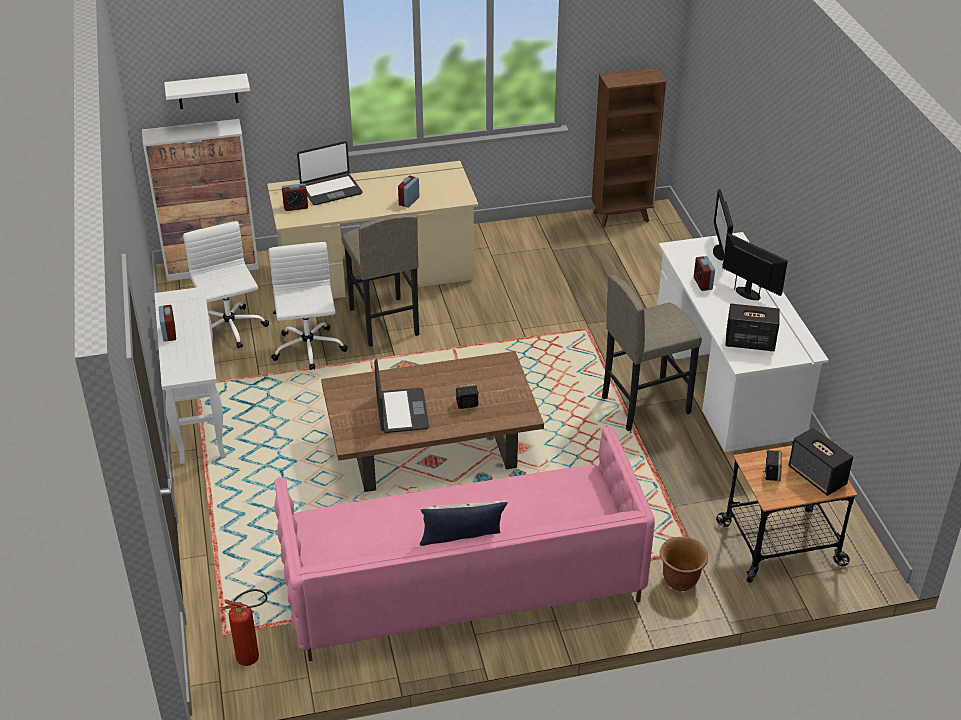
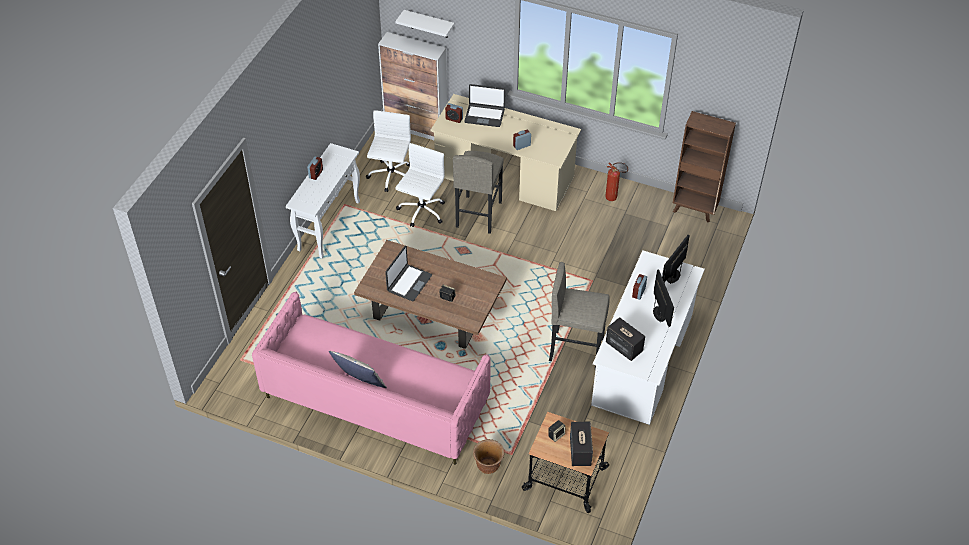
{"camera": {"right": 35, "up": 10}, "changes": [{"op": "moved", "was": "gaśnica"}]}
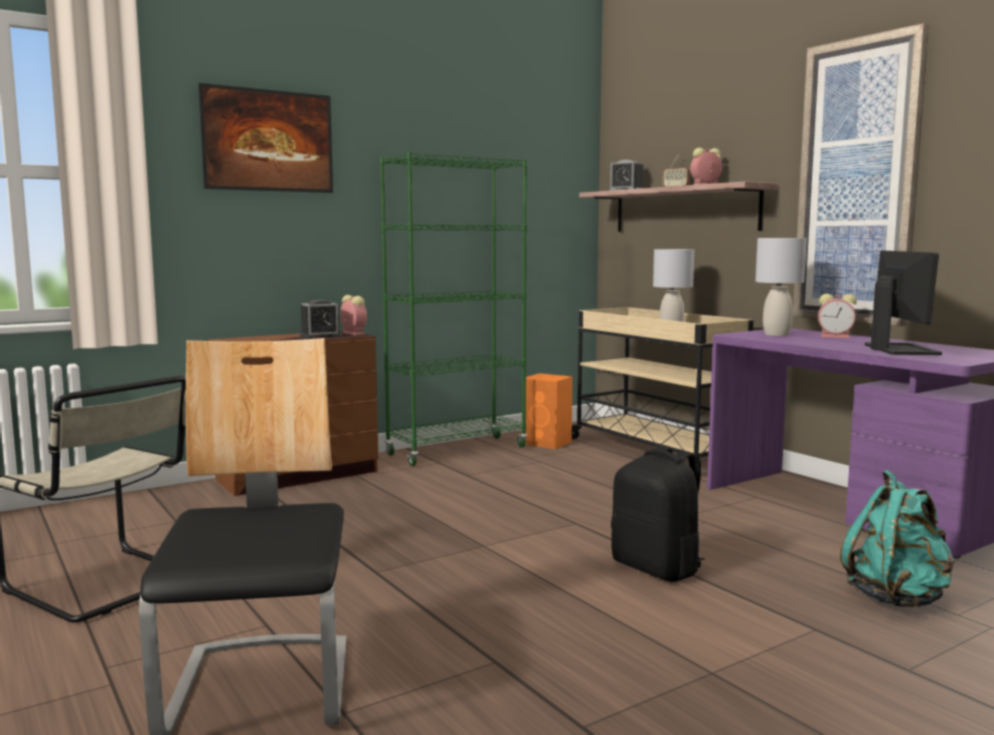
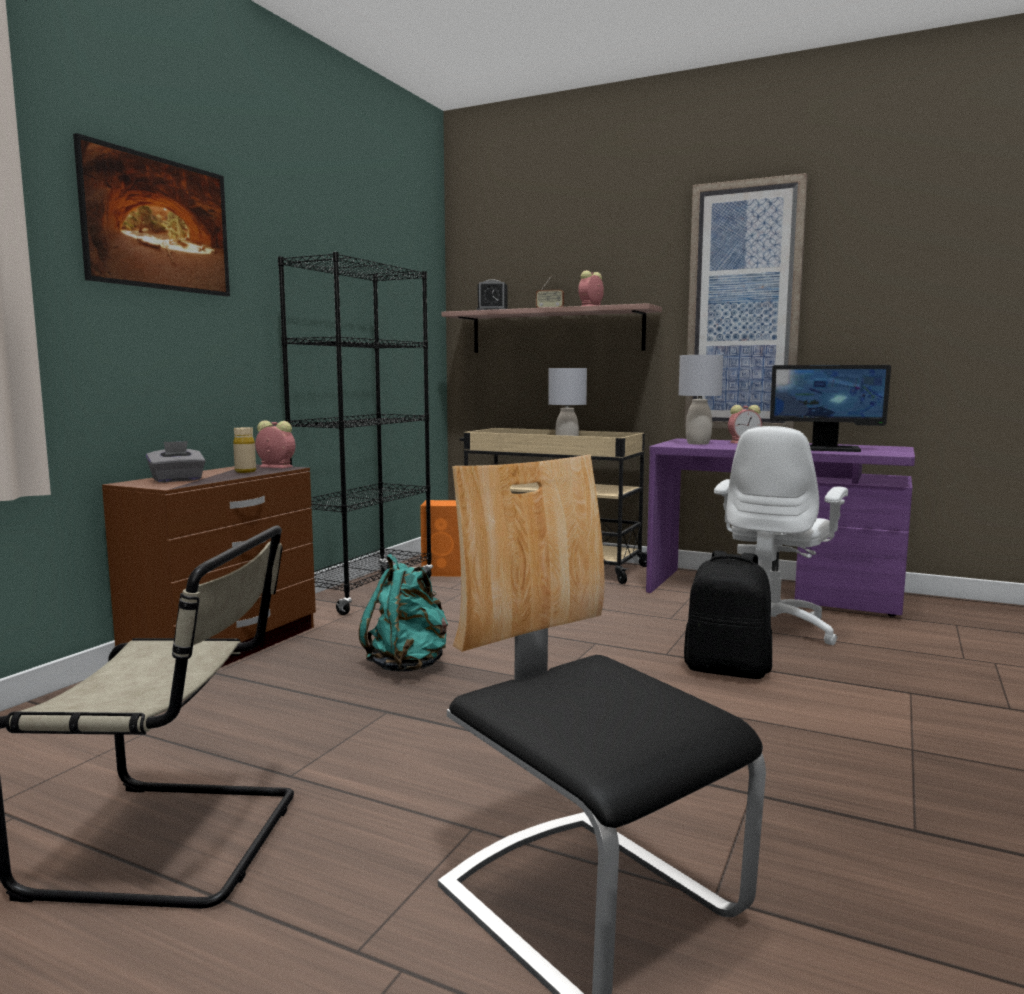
{"camera": {"right": -30, "up": 0}, "changes": [{"op": "added", "now": "pudełko chusteczek/szary"}, {"op": "replaced", "was": "budzik (1st from left)", "now": "butelka/beżowy"}, {"op": "recoloured", "was": "regał/zielony", "now": "regał/czarny"}, {"op": "moved", "was": "plecak/turkusowy"}, {"op": "added", "now": "krzesło biurowe/biały"}, {"op": "turned", "was": "monitor", "clockwise": 135}]}
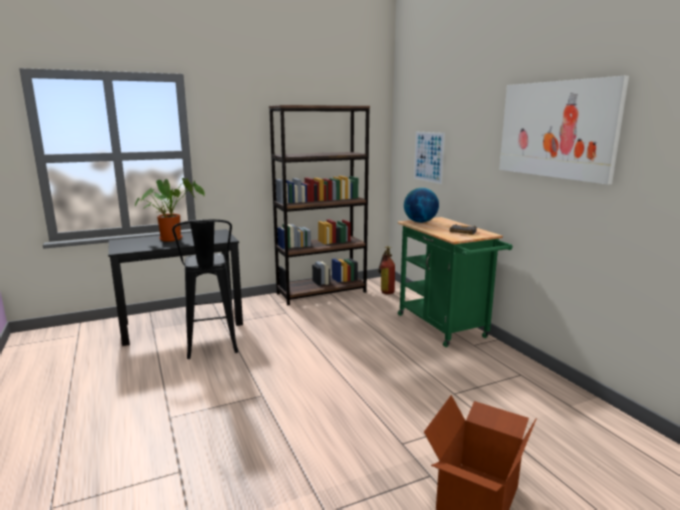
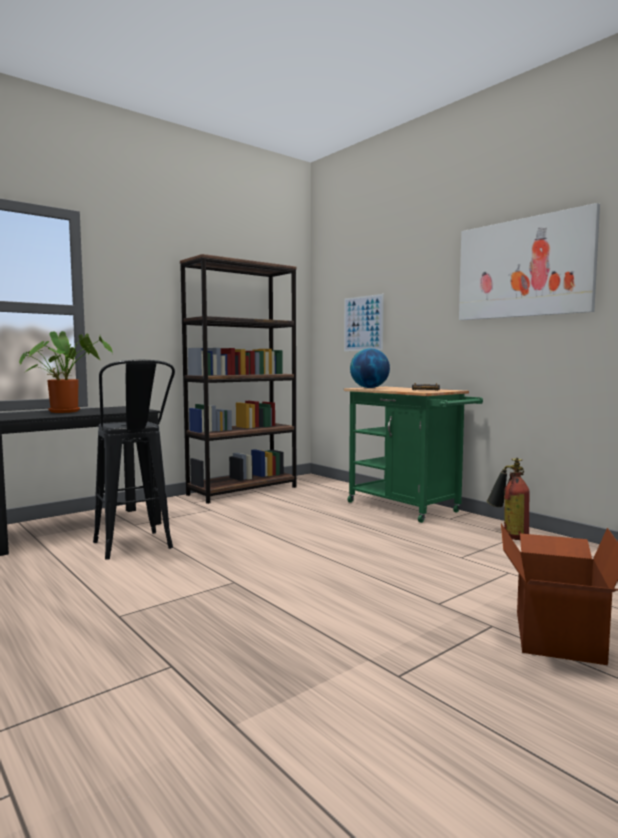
{"camera": {"right": -15, "up": -10}, "changes": [{"op": "moved", "was": "gaśnica"}]}
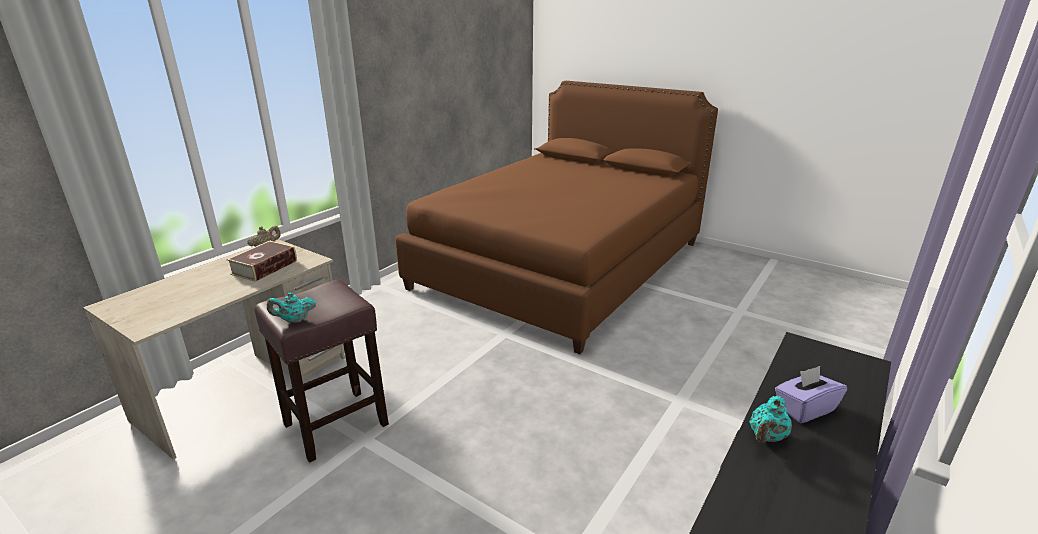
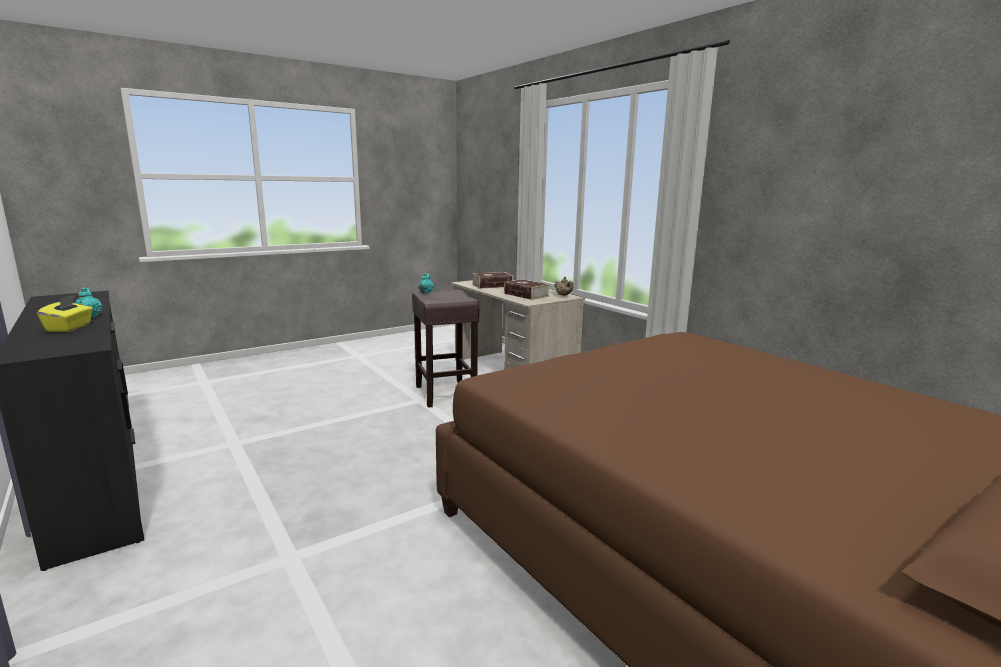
{"camera": {"right": 110, "up": -10}, "changes": [{"op": "recoloured", "was": "pudełko chusteczek/fioletowy", "now": "pudełko chusteczek/żółty"}, {"op": "added", "now": "książka (1st from left)"}]}
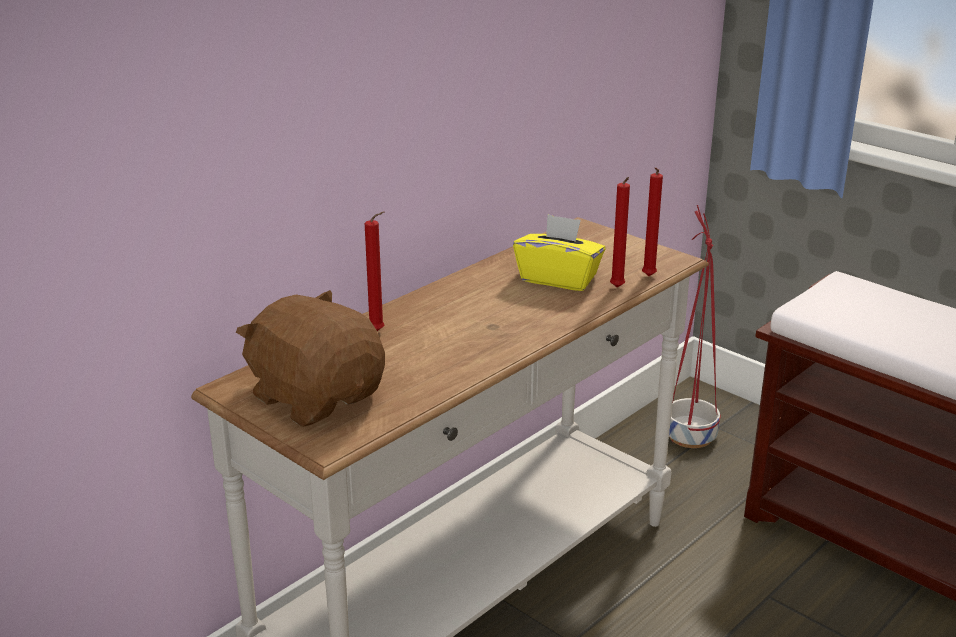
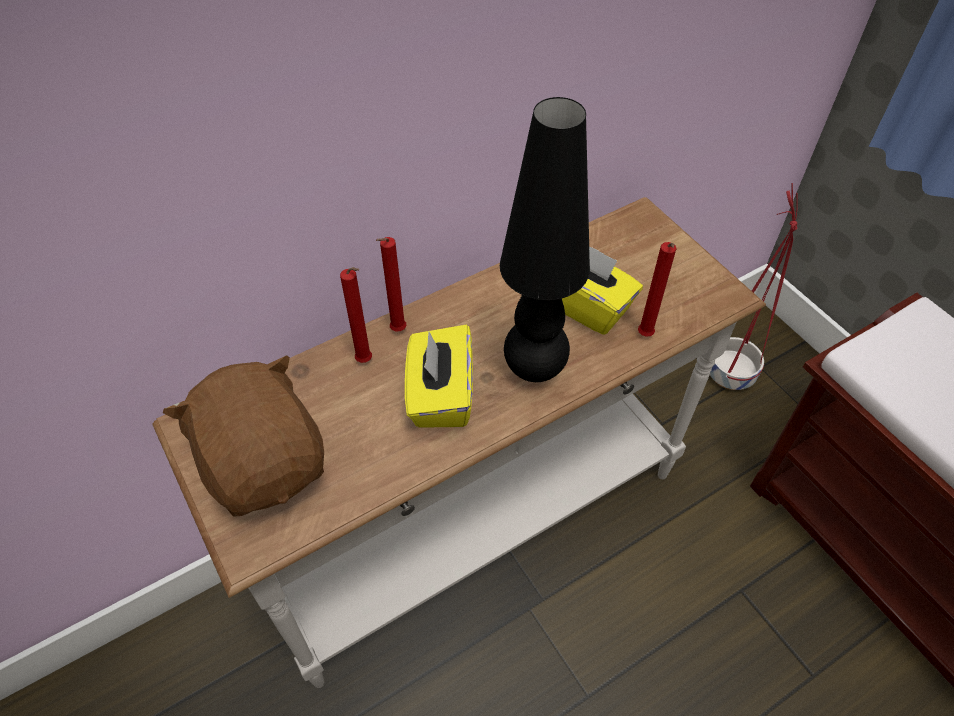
{"camera": {"right": 15, "up": 25}, "changes": [{"op": "moved", "was": "świeca/czerwony (3rd from left in the first image)", "now": "świeca/czerwony (2nd from left)"}, {"op": "added", "now": "pudełko chusteczek/żółty (1st from left)"}, {"op": "added", "now": "lampa stołowa/czarny"}]}
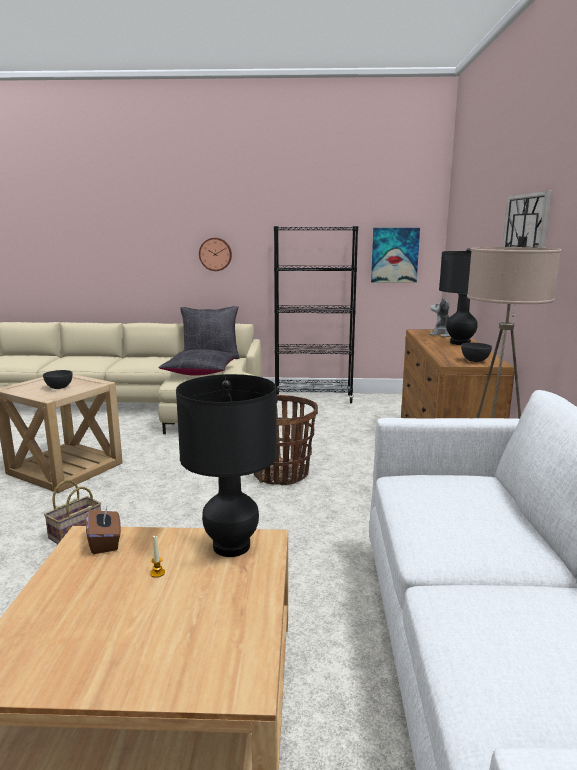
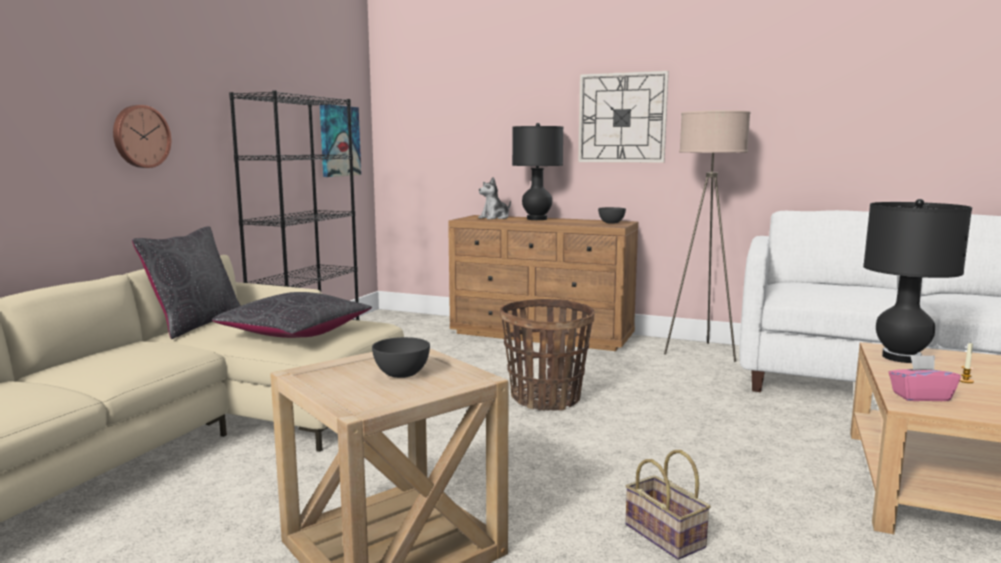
{"camera": {"right": -70, "up": -5}, "changes": [{"op": "recoloured", "was": "pudełko chusteczek/brązowy", "now": "pudełko chusteczek/różowy"}]}
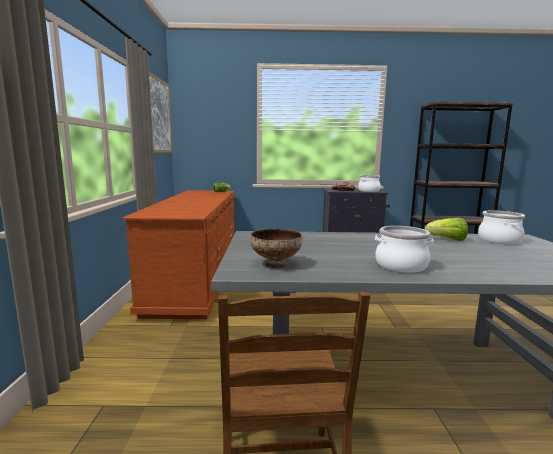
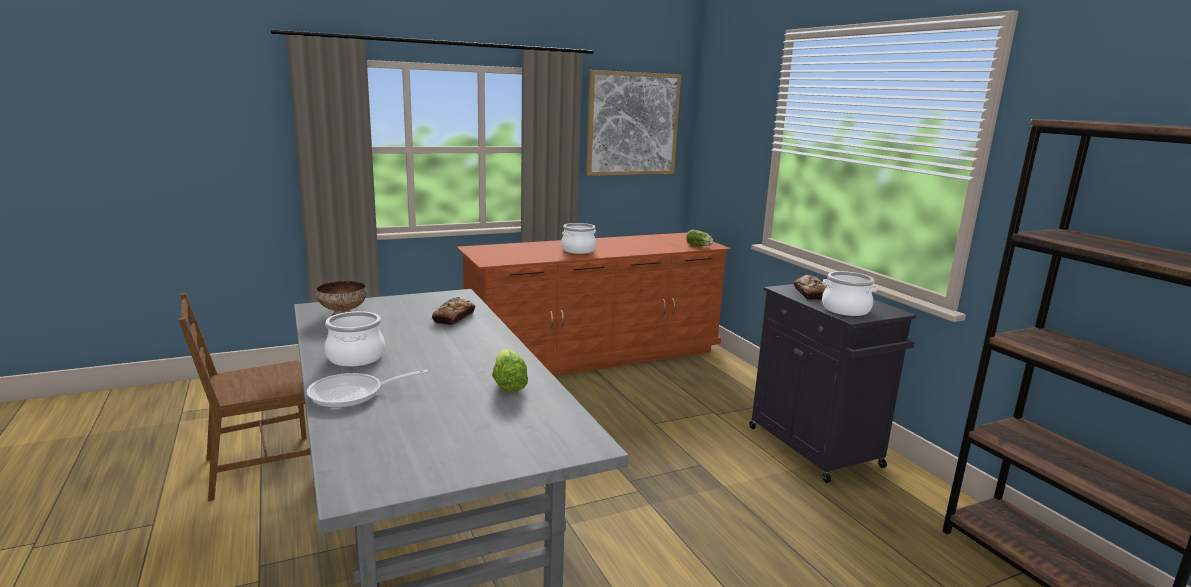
{"camera": {"right": 65, "up": 5}, "changes": [{"op": "added", "now": "patelnia"}, {"op": "added", "now": "chleb (1st from left)"}, {"op": "moved", "was": "garnek (3rd from left in the first image)", "now": "garnek (2nd from left)"}]}
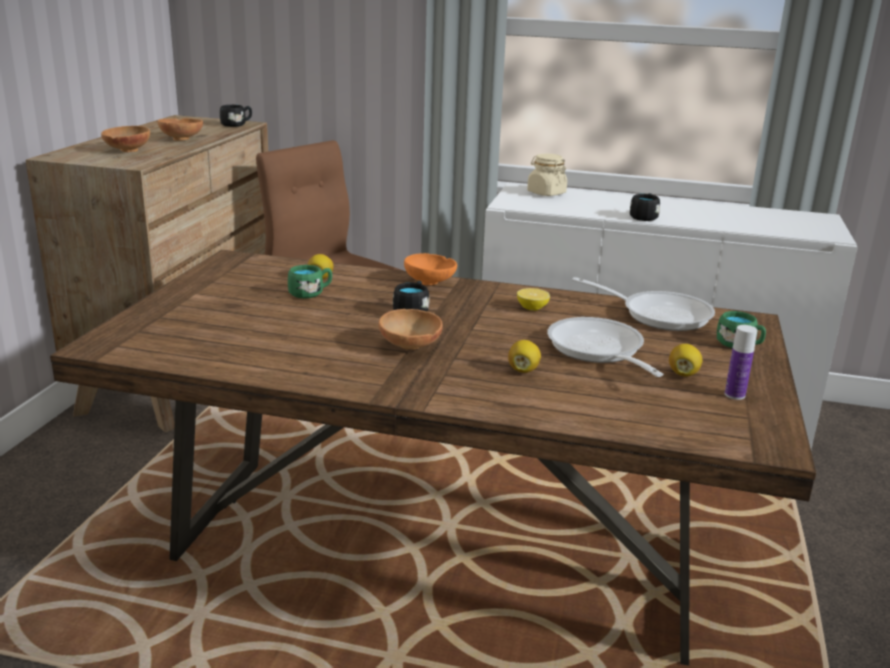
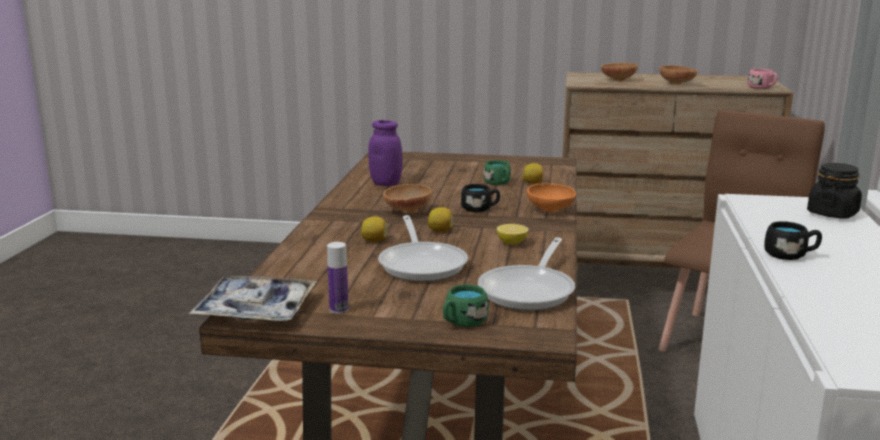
{"camera": {"right": 85, "up": -5}, "changes": [{"op": "added", "now": "taca"}, {"op": "added", "now": "słoik/fioletowy"}, {"op": "turned", "was": "patelnia (1st from left)", "clockwise": 105}, {"op": "moved", "was": "cytryna (4th from left in the first image)", "now": "cytryna (2nd from left)"}, {"op": "recoloured", "was": "kubek/czarny (1st from left)", "now": "kubek/różowy"}, {"op": "recoloured", "was": "słoik/beżowy", "now": "słoik/czarny"}]}
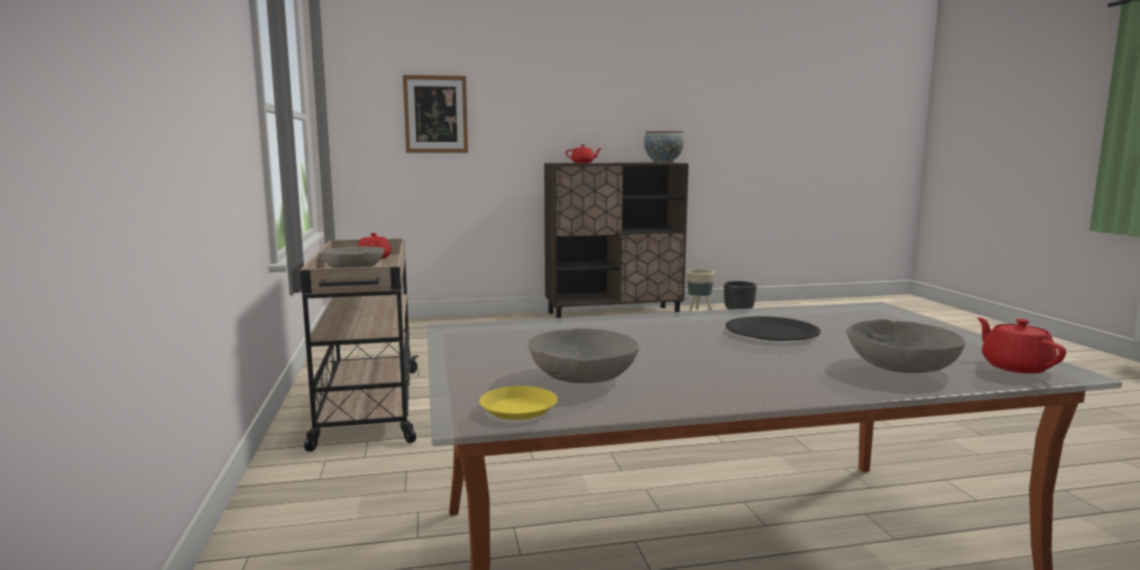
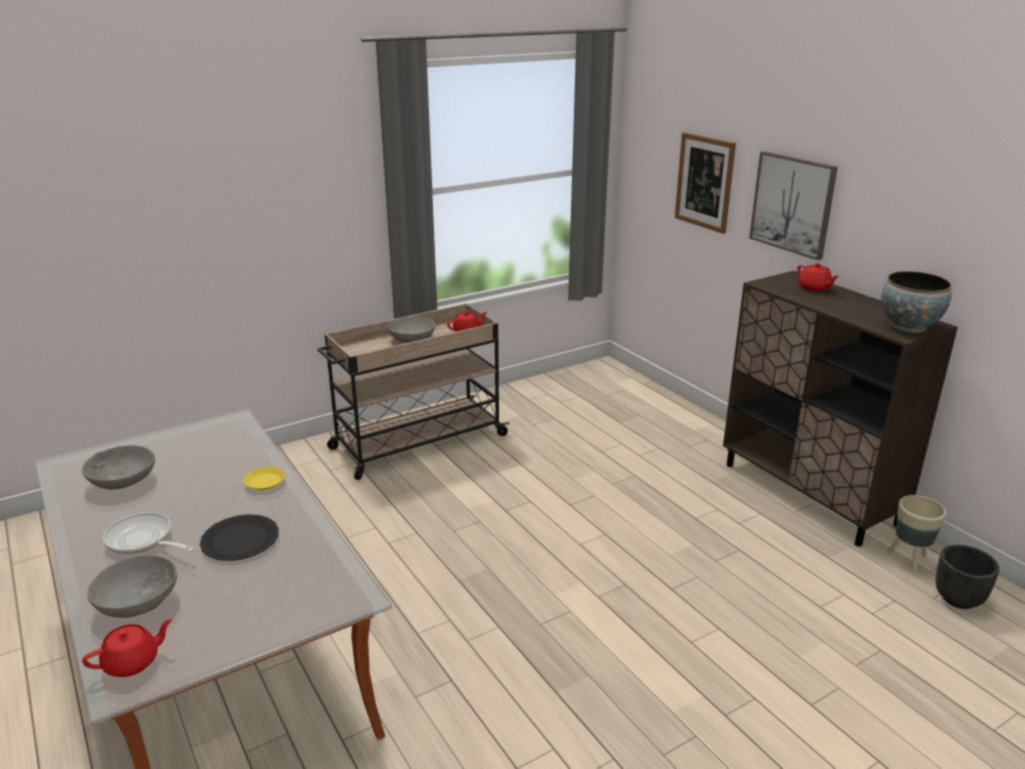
{"camera": {"right": 70, "up": 15}, "changes": [{"op": "added", "now": "patelnia"}, {"op": "moved", "was": "talerz/żółty"}, {"op": "added", "now": "obraz (2nd from left)"}]}
